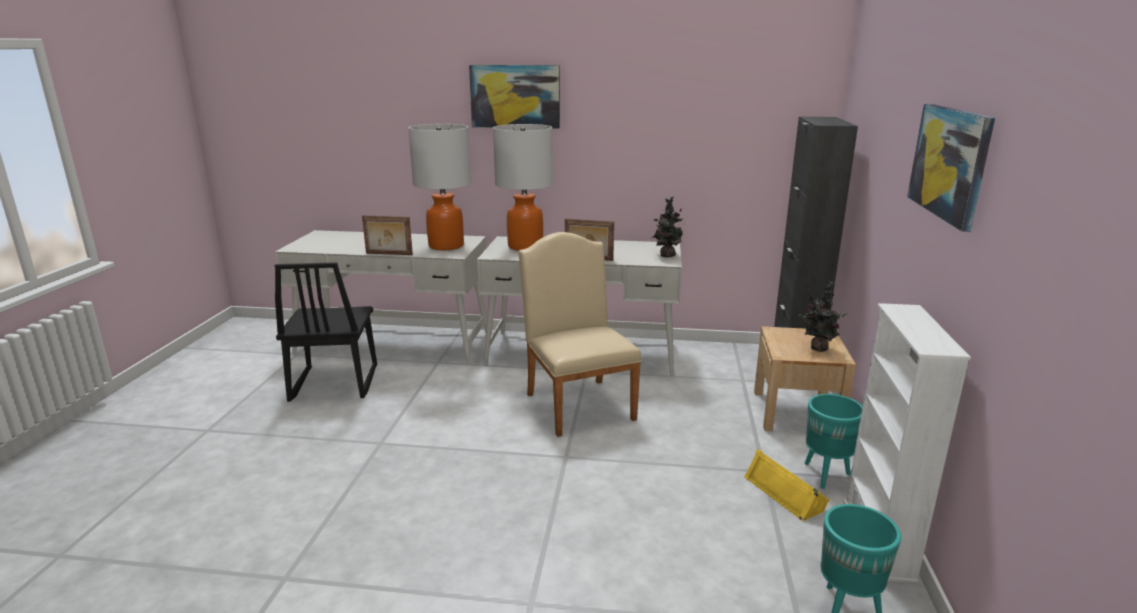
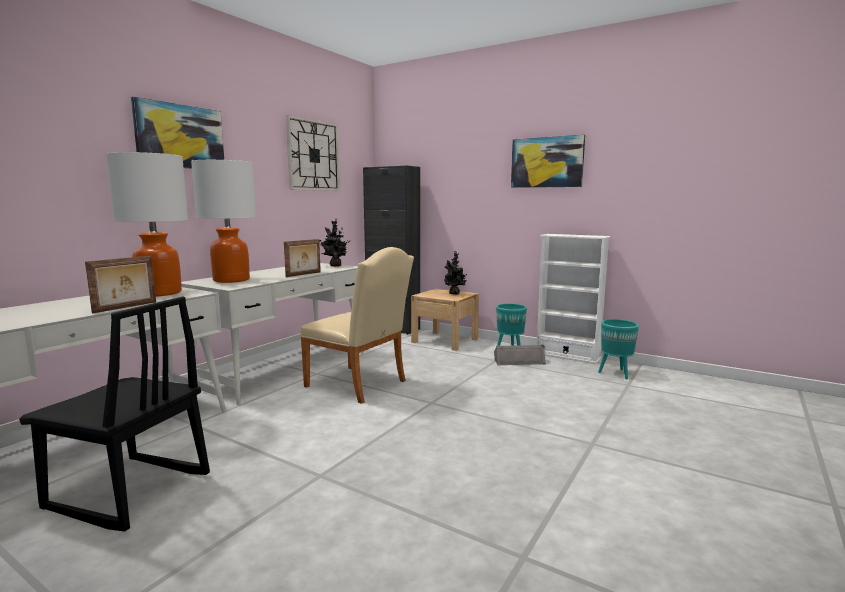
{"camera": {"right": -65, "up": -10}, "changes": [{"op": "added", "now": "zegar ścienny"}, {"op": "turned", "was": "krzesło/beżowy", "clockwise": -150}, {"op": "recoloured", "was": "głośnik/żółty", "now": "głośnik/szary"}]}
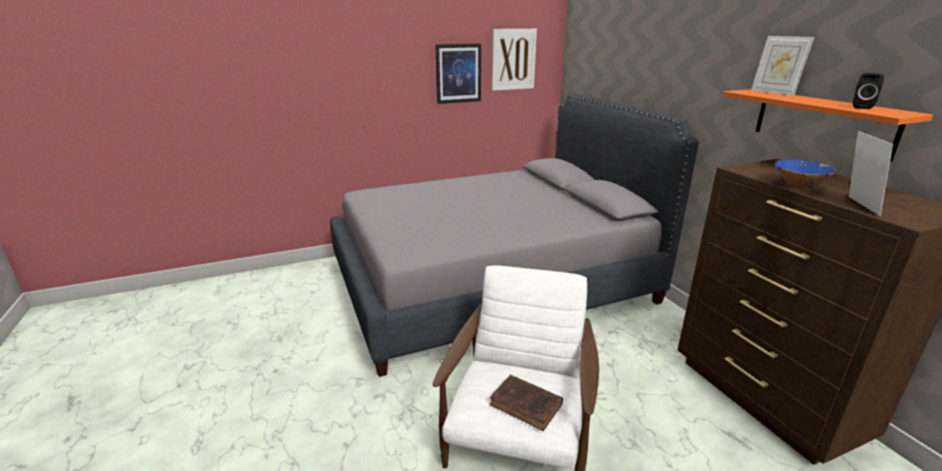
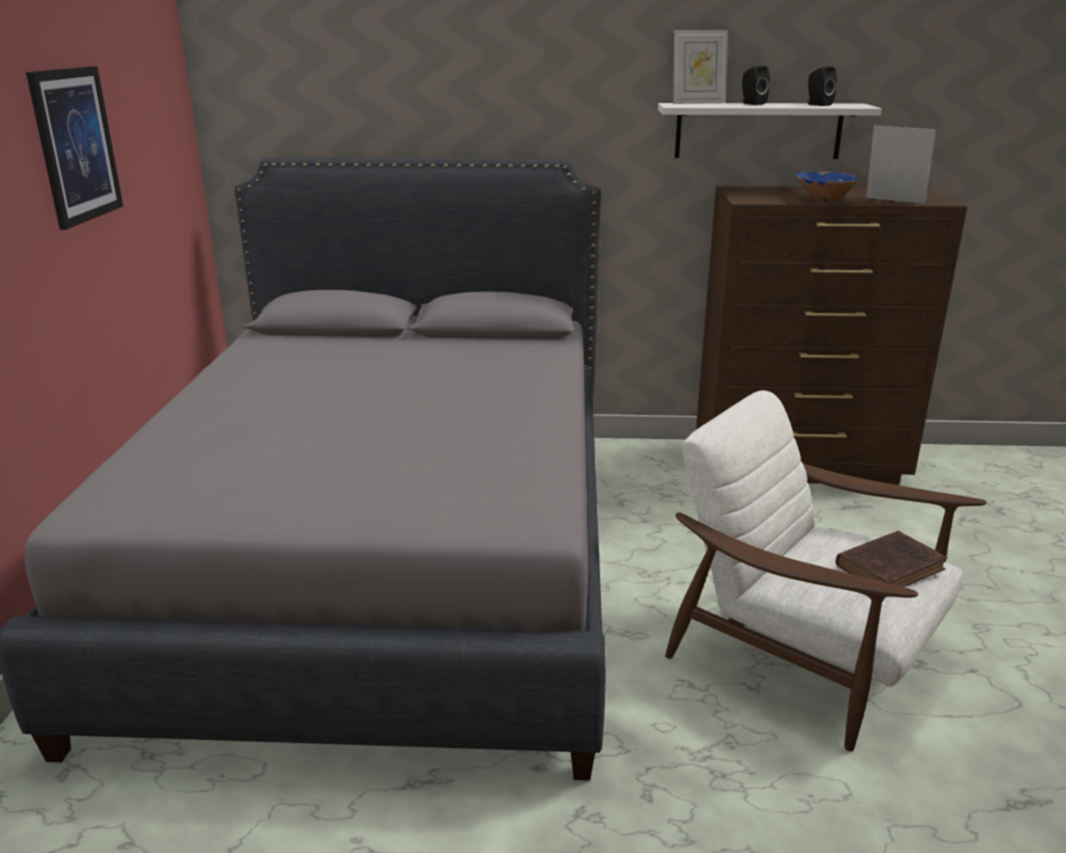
{"camera": {"right": -65, "up": 0}, "changes": [{"op": "recoloured", "was": "półka/pomarańczowy", "now": "półka/biały"}, {"op": "added", "now": "głośnik/czarny (1st from left)"}, {"op": "removed", "was": "obraz (2nd from left)"}]}
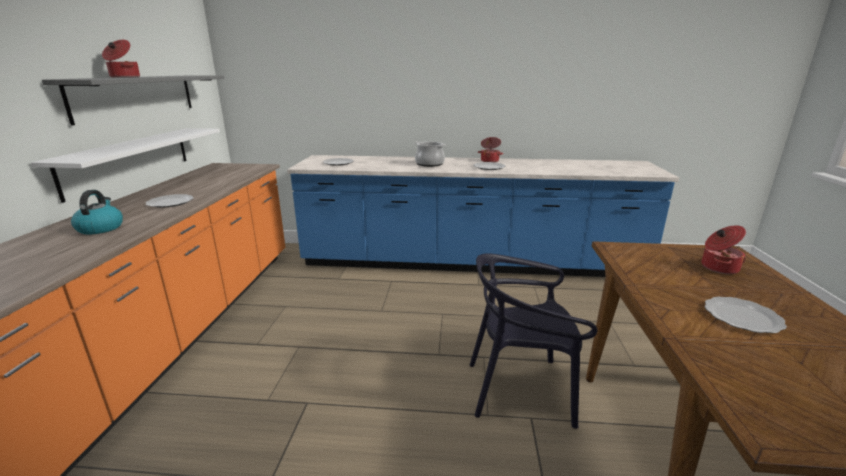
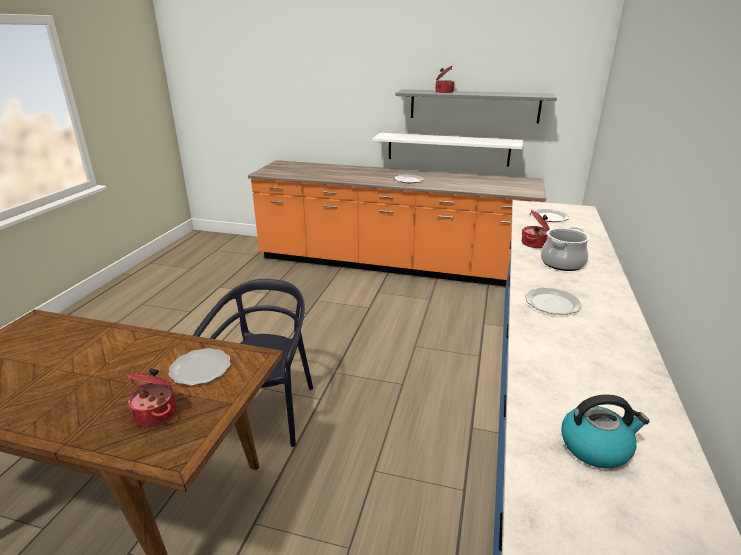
{"camera": {"right": 100, "up": 5}, "changes": [{"op": "moved", "was": "talerz (4th from left in the first image)", "now": "talerz (1st from left)"}, {"op": "moved", "was": "garnek (3rd from left)"}, {"op": "moved", "was": "czajnik"}]}
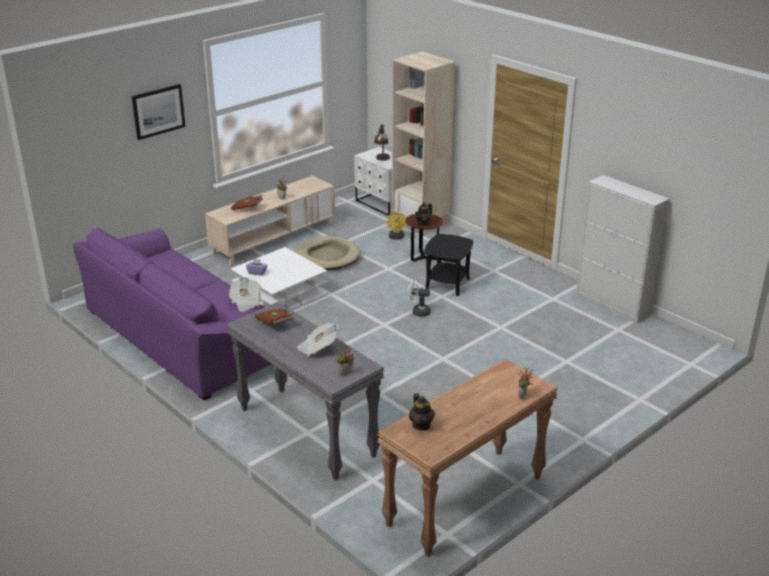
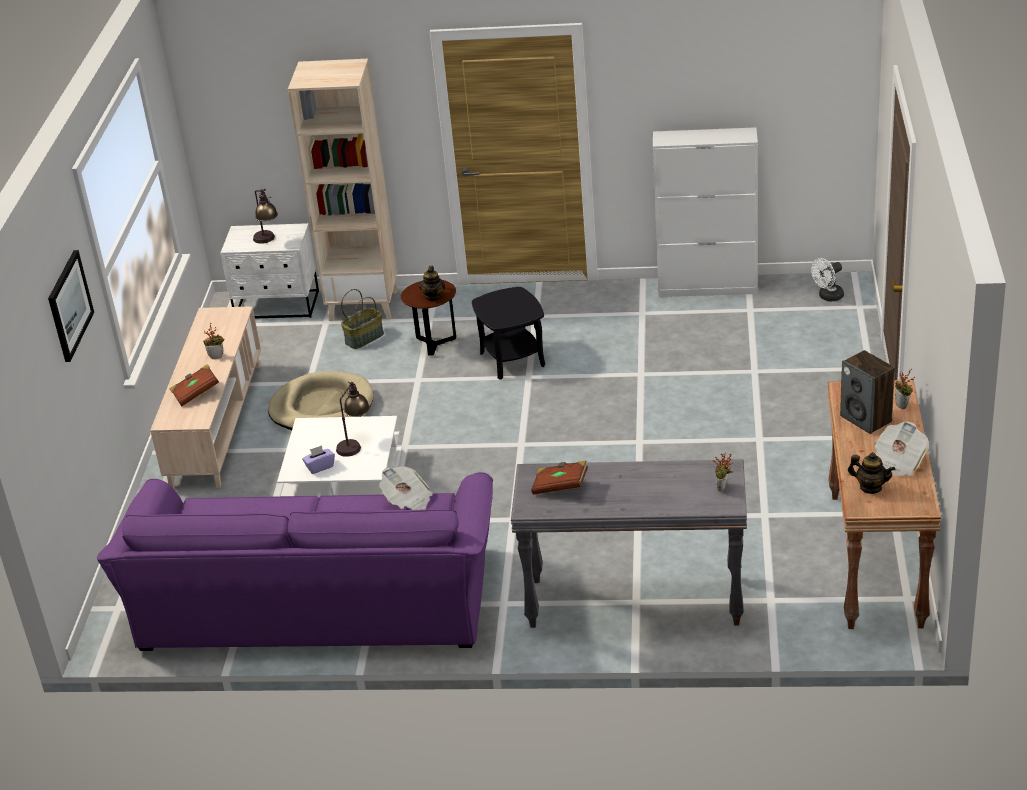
{"camera": {"right": -40, "up": 5}, "changes": [{"op": "added", "now": "lampa stołowa (2nd from left)"}, {"op": "replaced", "was": "wentylator/żółty", "now": "koszyk"}, {"op": "moved", "was": "wentylator/biały"}, {"op": "added", "now": "głośnik"}, {"op": "moved", "was": "gazeta (2nd from left)"}]}
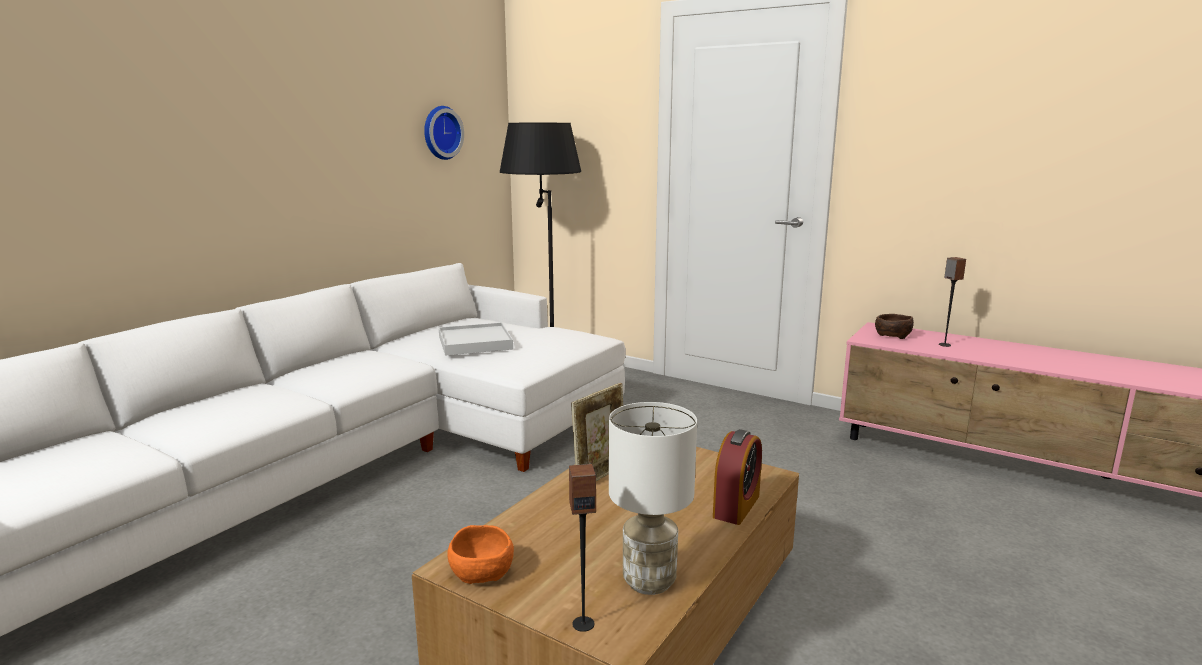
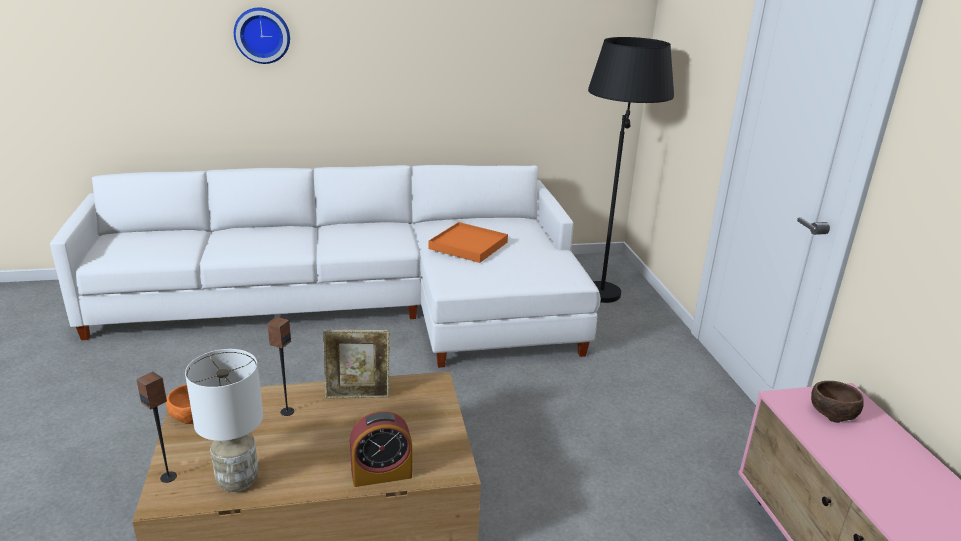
{"camera": {"right": 45, "up": 10}, "changes": [{"op": "moved", "was": "zegar ścienny"}, {"op": "moved", "was": "głośnik (2nd from left)"}, {"op": "recoloured", "was": "taca/biały", "now": "taca/pomarańczowy"}]}
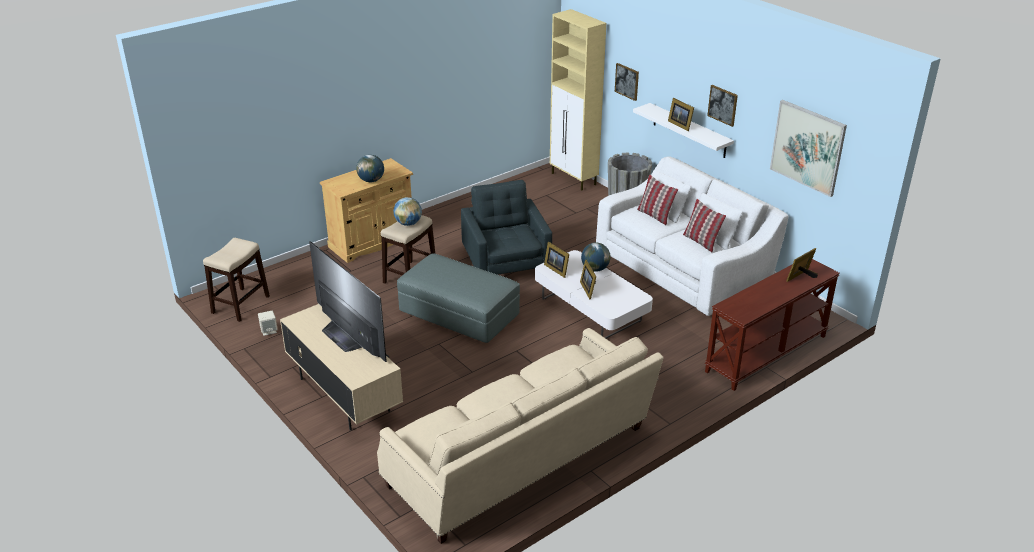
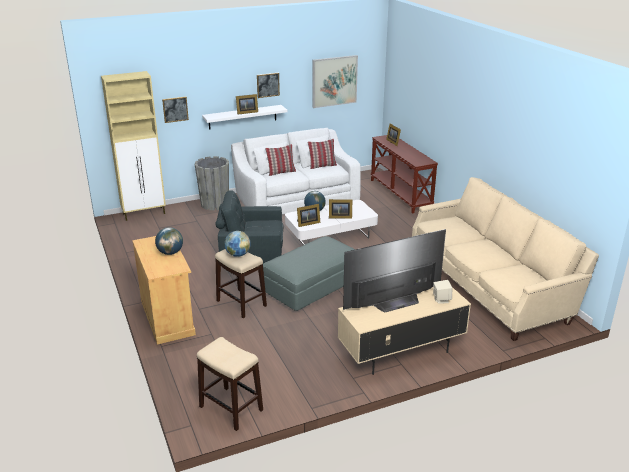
{"camera": {"right": -75, "up": -5}, "changes": [{"op": "moved", "was": "głośnik/beżowy"}]}
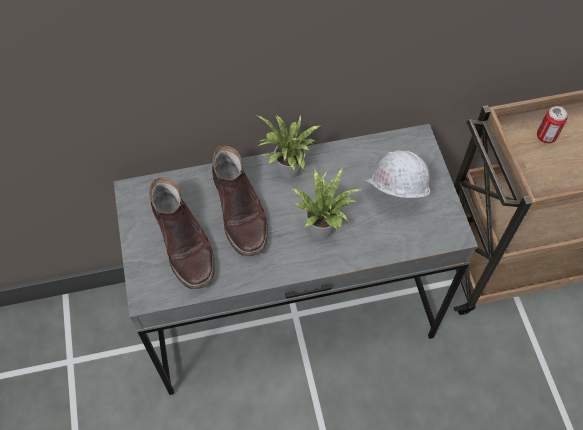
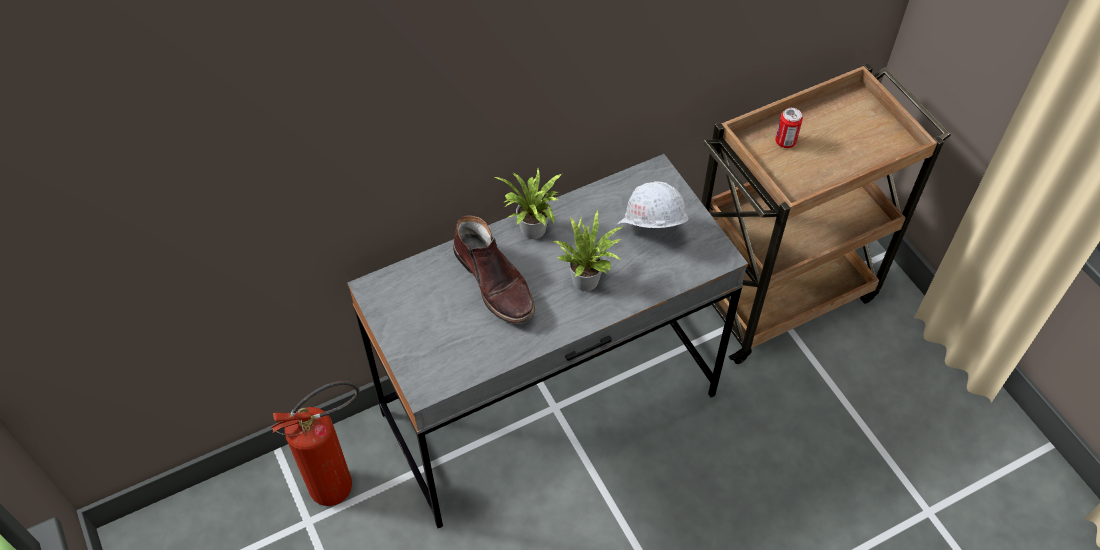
{"camera": {"right": -15, "up": -5}, "changes": [{"op": "added", "now": "gaśnica"}, {"op": "removed", "was": "but z cholewką/brązowy (1st from left)"}]}
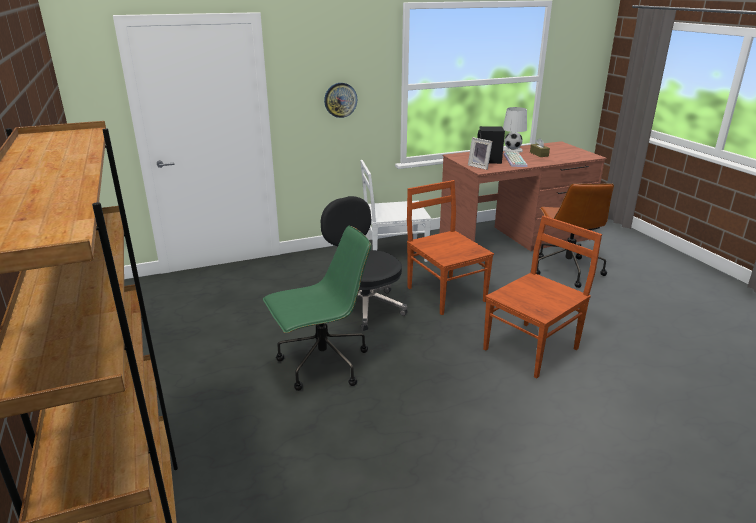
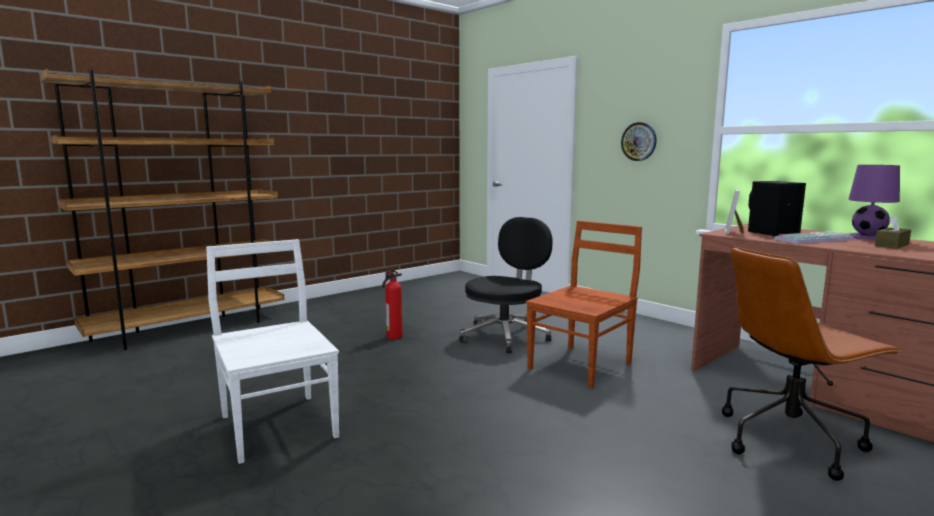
{"camera": {"right": 70, "up": -15}, "changes": [{"op": "moved", "was": "krzesło/biały"}, {"op": "replaced", "was": "krzesło biurowe/zielony", "now": "gaśnica"}, {"op": "recoloured", "was": "lampa stołowa/biały", "now": "lampa stołowa/fioletowy"}, {"op": "removed", "was": "krzesło/brązowy (2nd from left)"}]}
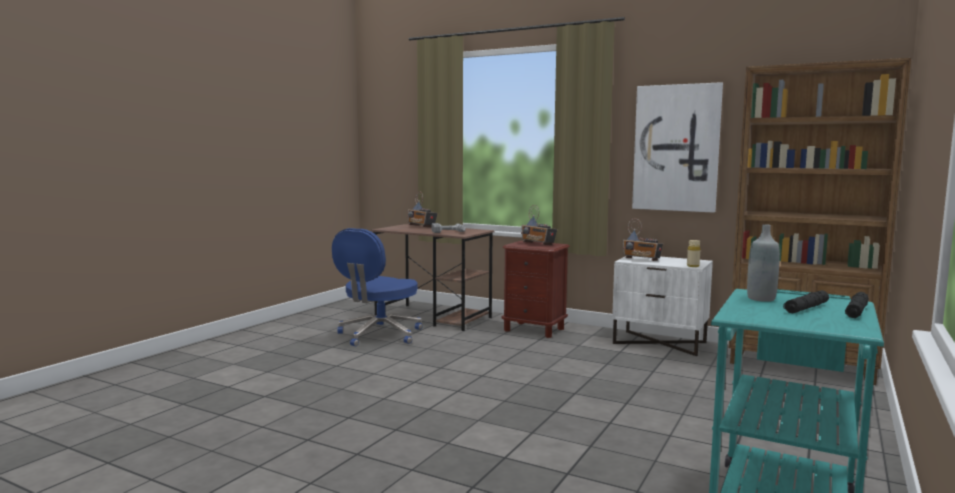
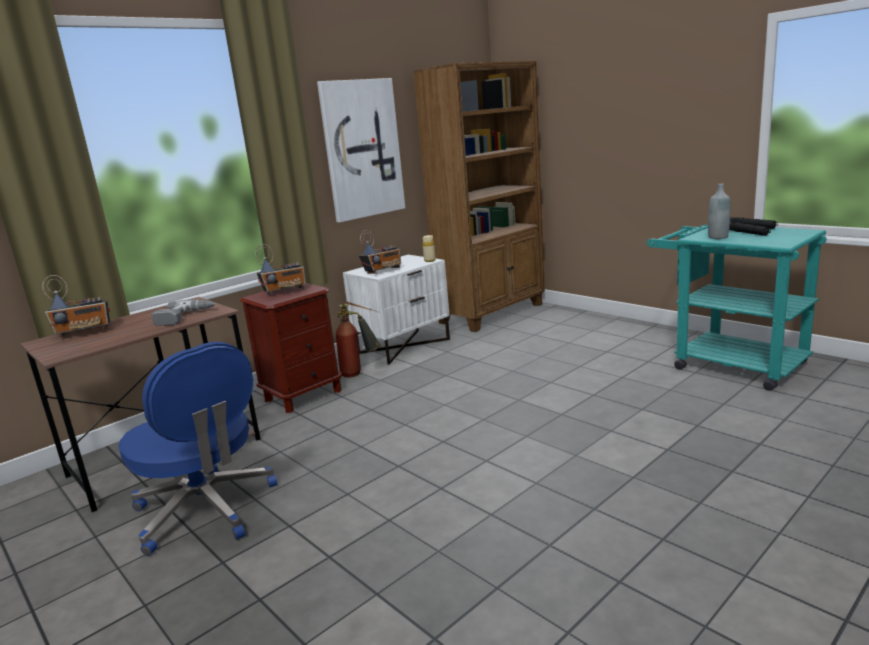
{"camera": {"right": -70, "up": 10}, "changes": [{"op": "added", "now": "gaśnica"}]}
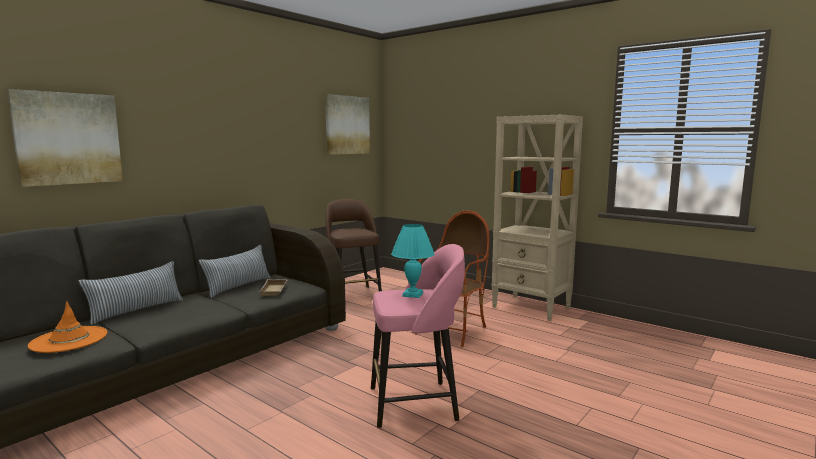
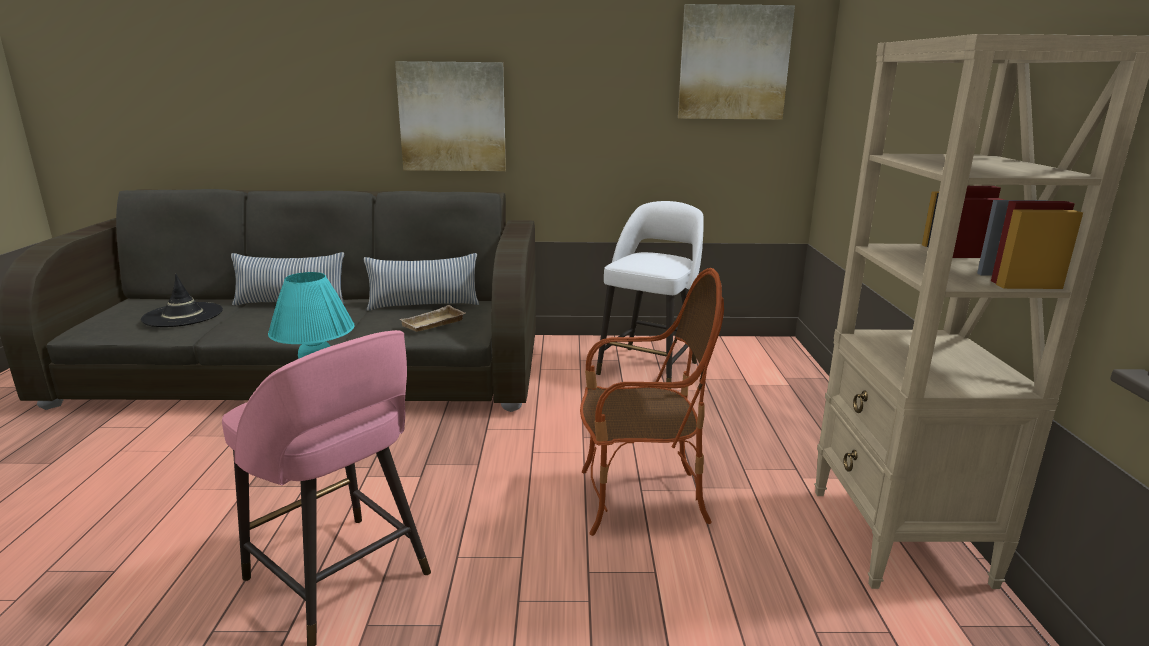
{"camera": {"right": 50, "up": 10}, "changes": [{"op": "recoloured", "was": "kapelusz/pomarańczowy", "now": "kapelusz/czarny"}, {"op": "moved", "was": "obraz (1st from left)"}, {"op": "recoloured", "was": "stołek/brązowy", "now": "stołek/biały"}]}
